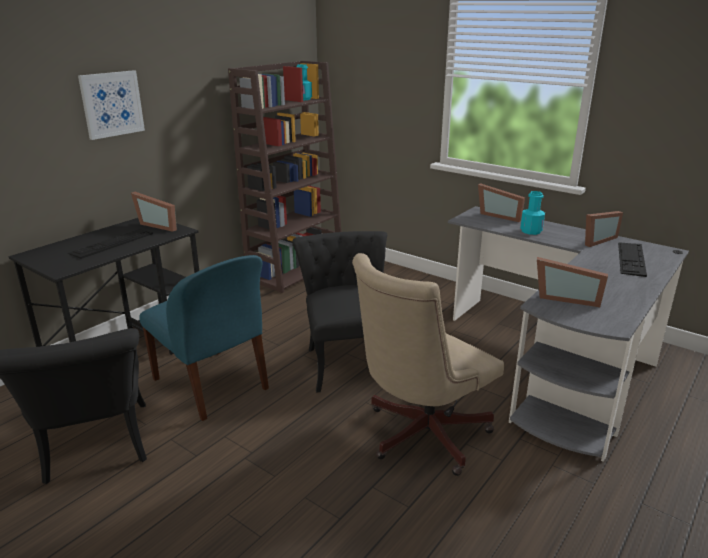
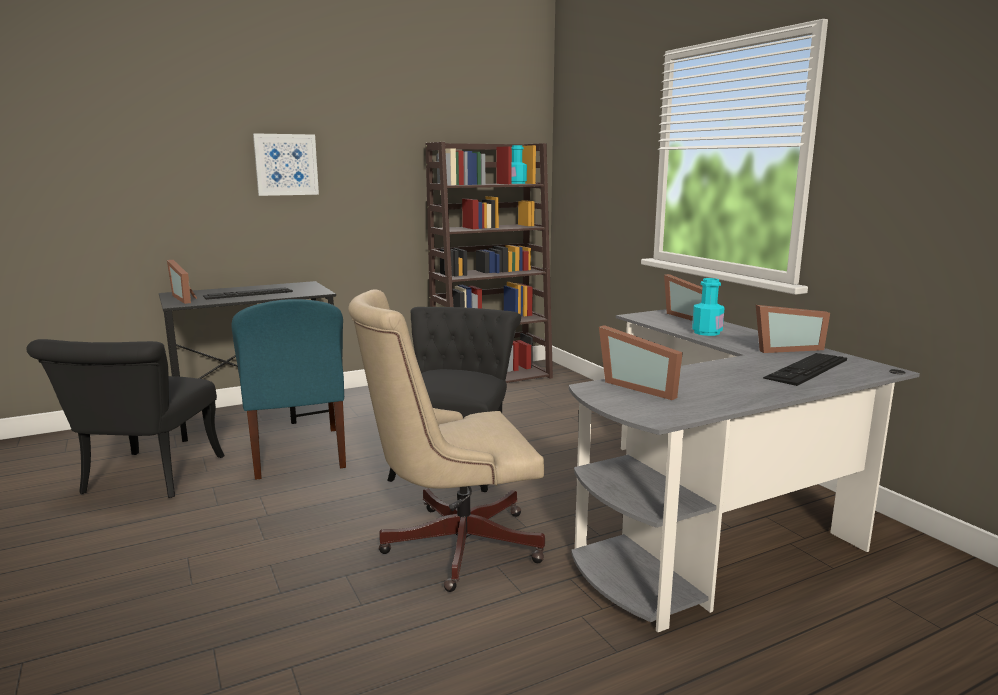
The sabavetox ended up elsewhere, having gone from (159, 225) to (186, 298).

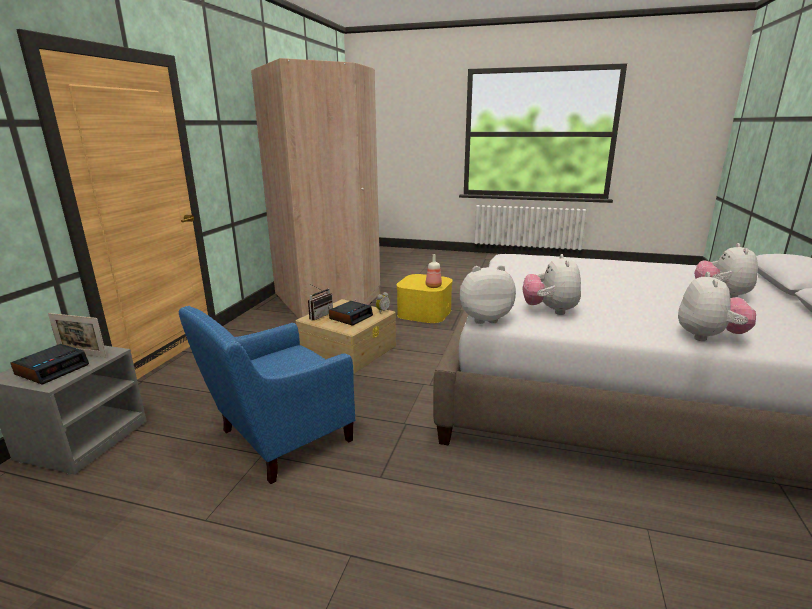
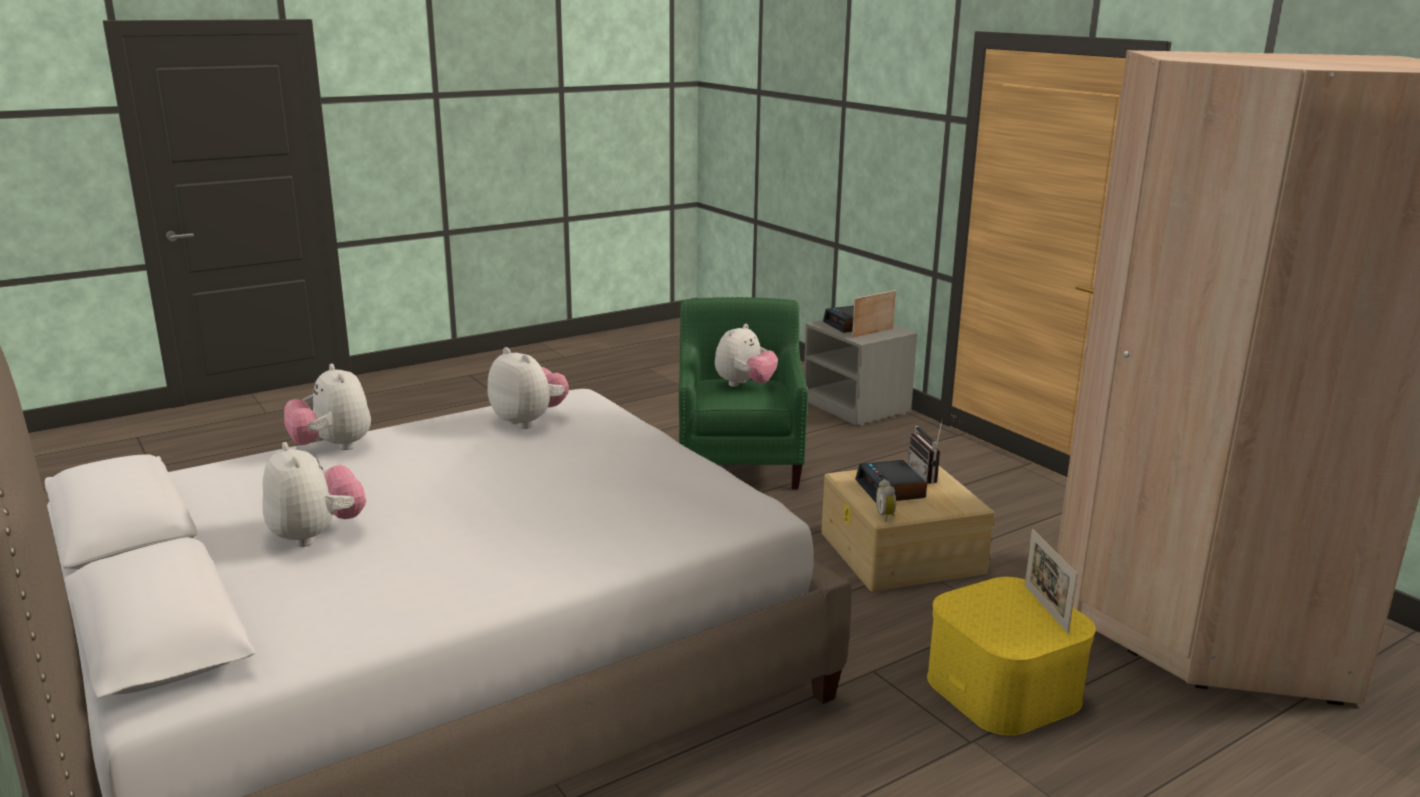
The second view lost the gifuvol at (433, 286).
The second view gained the sabavetox at (1045, 608).
The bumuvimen ended up elsewhere, having gone from (484, 318) to (744, 385).
What was the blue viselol at (277, 439) turned into the green viselol at (740, 463).

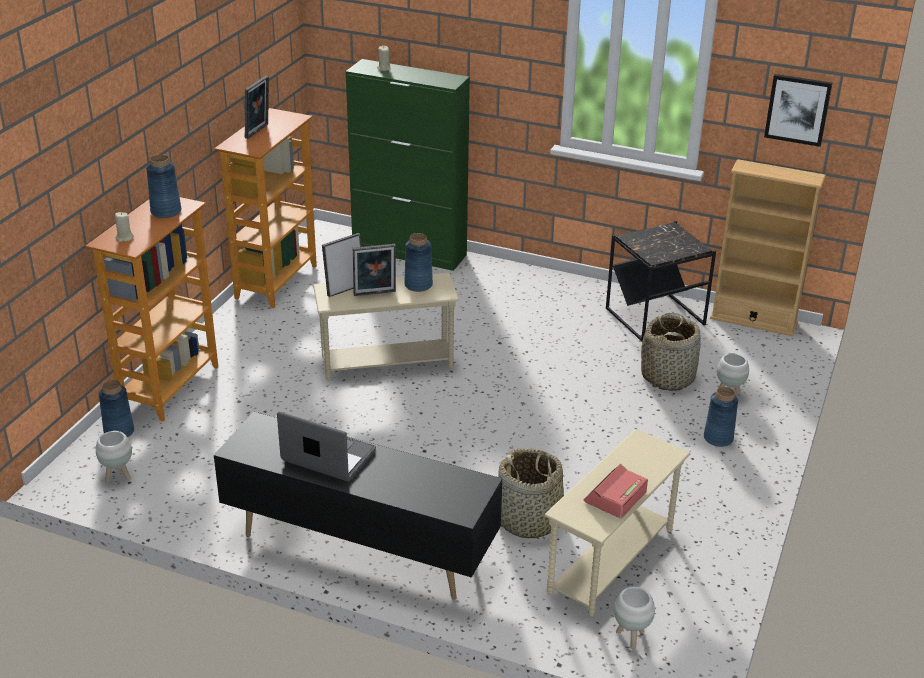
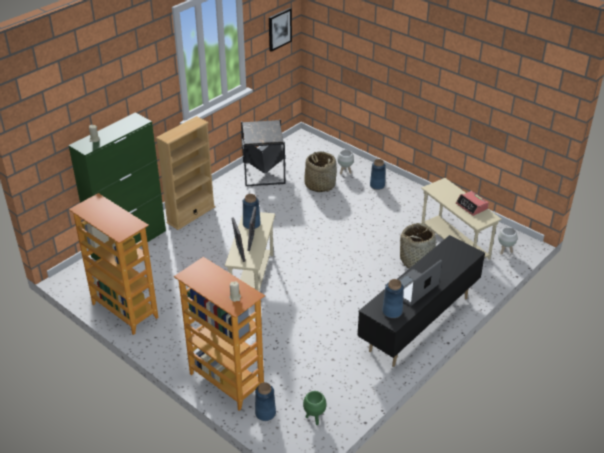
The second view lost the sabavetox at (258, 131).
The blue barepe ended up elsewhere, having gone from (166, 212) to (392, 311).
The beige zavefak ended up elsewhere, having gone from (753, 320) to (191, 215).
What was the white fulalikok at (118, 476) turned into the green fulalikok at (314, 418).

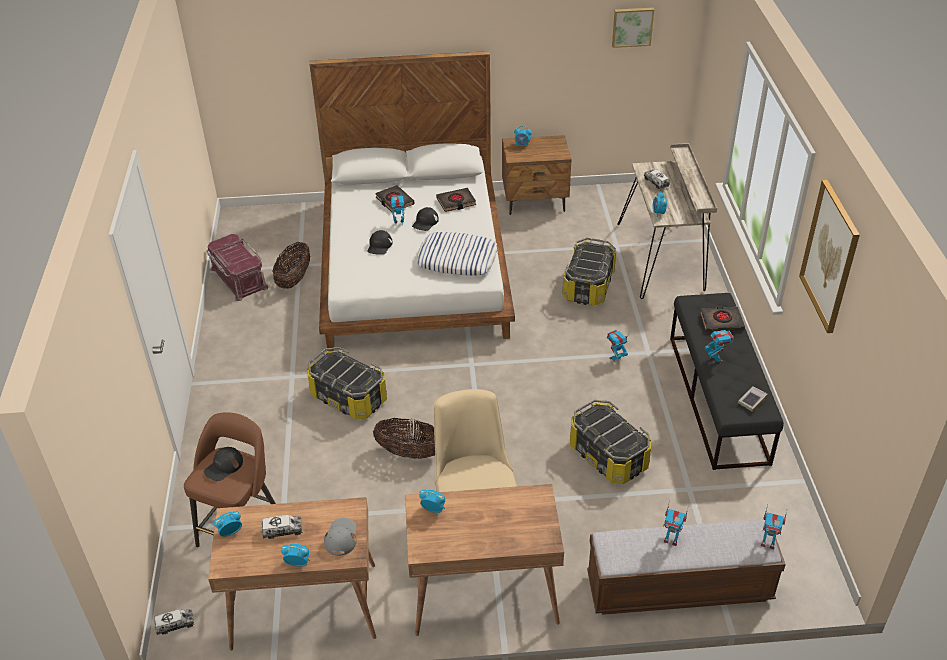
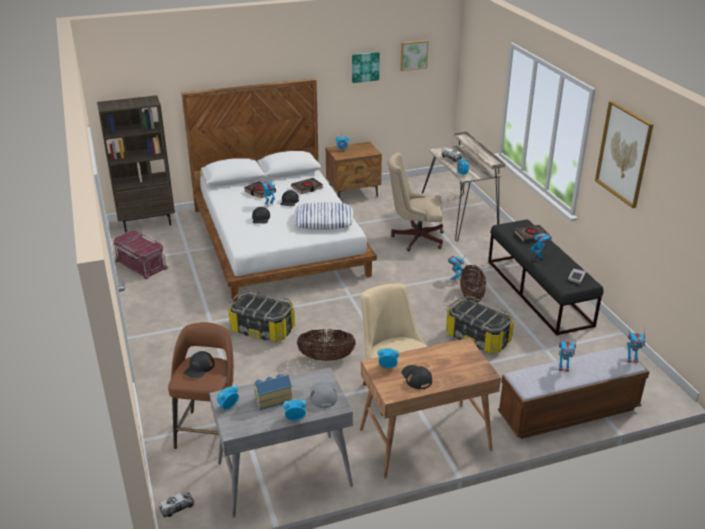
The second view gained the brown zavefak at (147, 223).
The second view gained the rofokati at (365, 67).
The second view gained the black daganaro at (416, 378).
The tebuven ended up elsewhere, having gone from (294, 279) to (471, 296).
Where the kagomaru stood at (282, 530), the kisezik came to stand at (272, 399).
Where the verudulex stood at (588, 286), the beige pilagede came to stand at (414, 238).
What was the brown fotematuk at (304, 607) turned into the grey fotematuk at (283, 475).

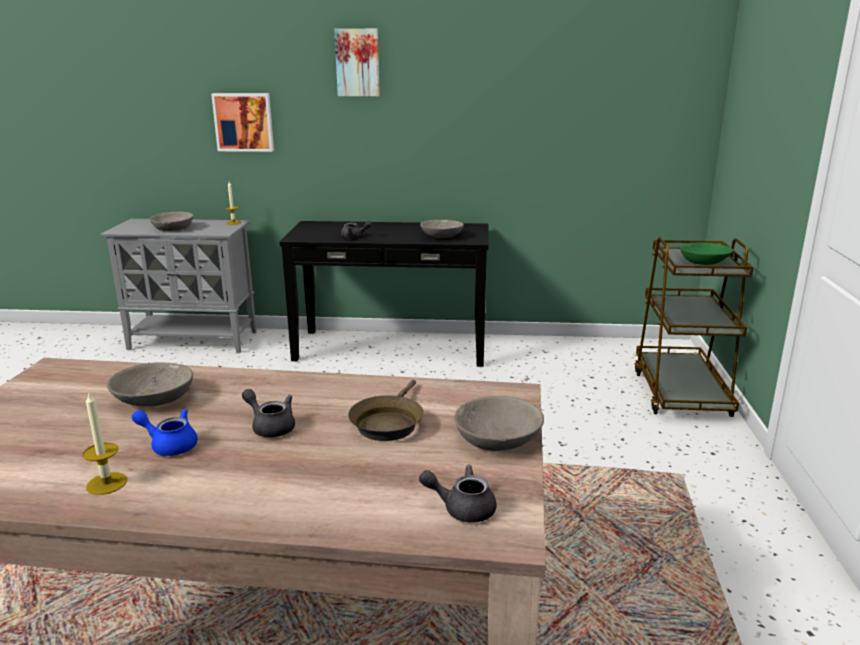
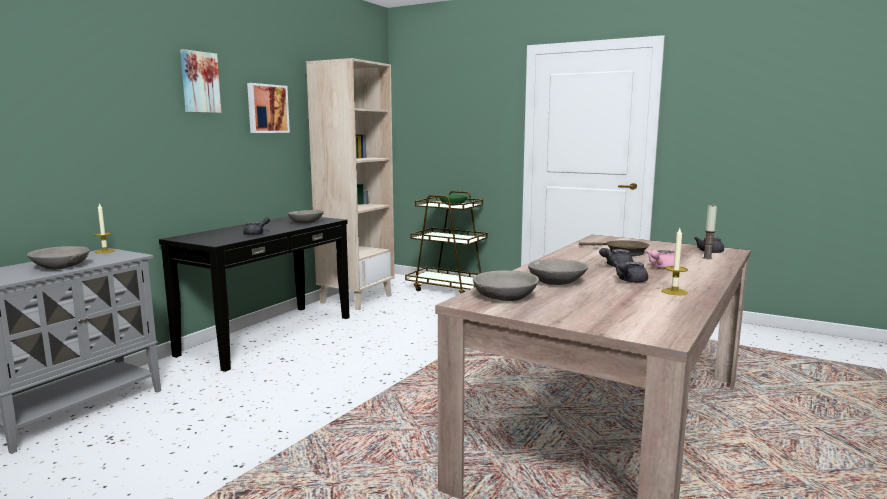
The second view gained the beige zavefak at (356, 299).
The second view gained the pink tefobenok at (661, 267).
The second view gained the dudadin at (707, 258).
The rofokati ended up elsewhere, having gone from (244, 122) to (267, 108).
The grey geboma ended up elsewhere, having gone from (497, 439) to (505, 297).
What was the blue tefobenok at (170, 445) turned into the grey tefobenok at (629, 281).

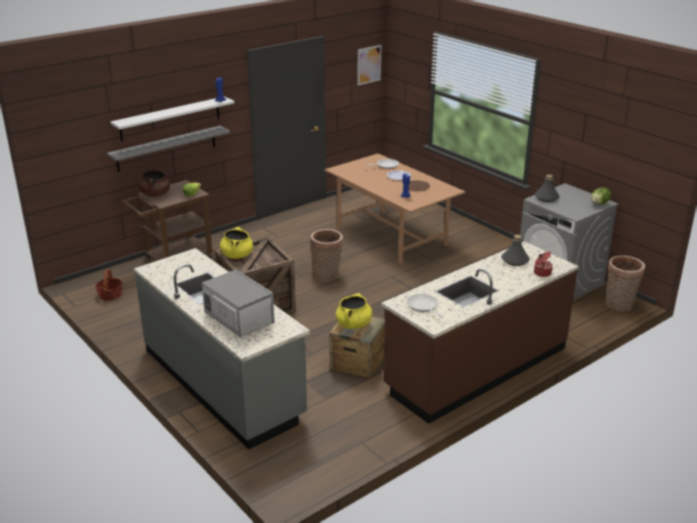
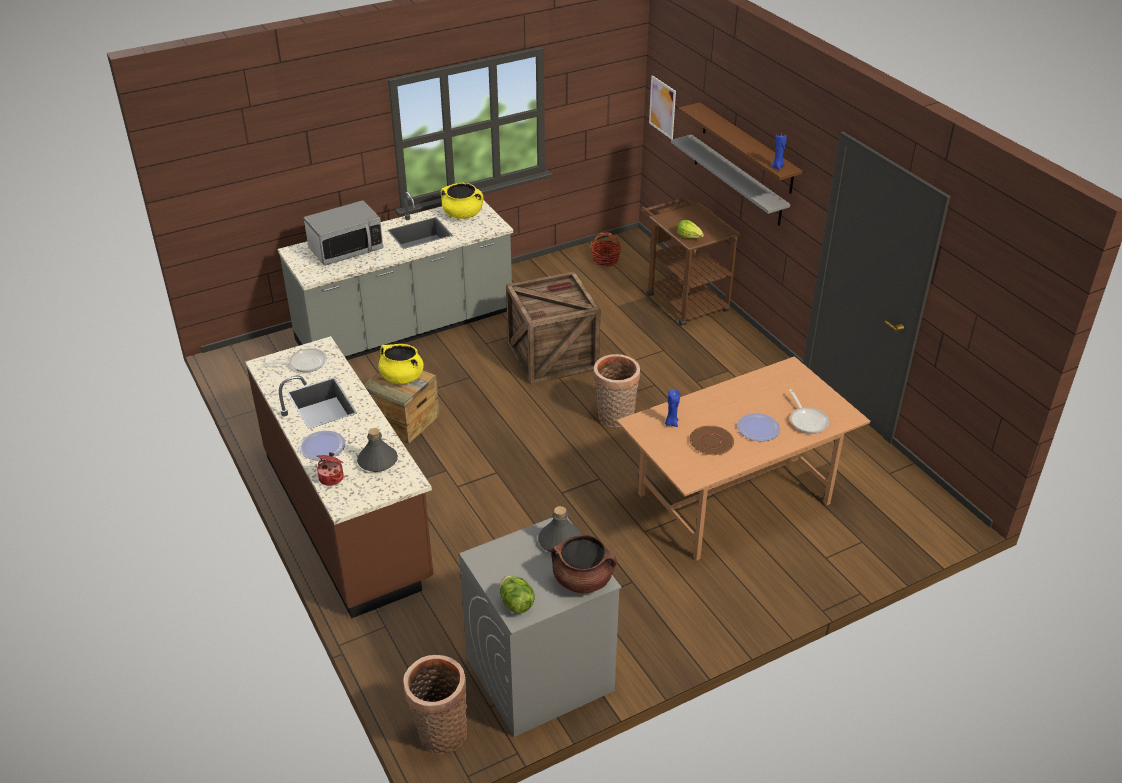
The second view gained the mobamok at (322, 446).
The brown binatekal ended up elsewhere, having gone from (155, 194) to (583, 580).
The yellow binatekal ended up elsewhere, having gone from (237, 255) to (463, 214).
The rofokati ended up elsewhere, having gone from (369, 65) to (662, 107).
What was the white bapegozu at (170, 118) turned into the brown bapegozu at (747, 148).

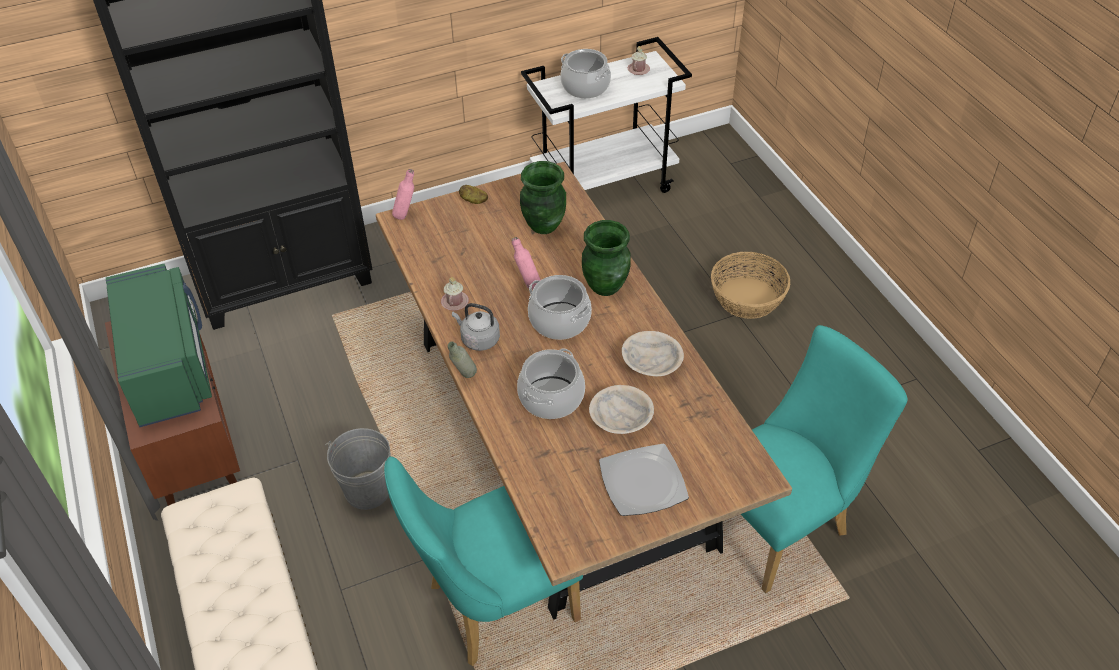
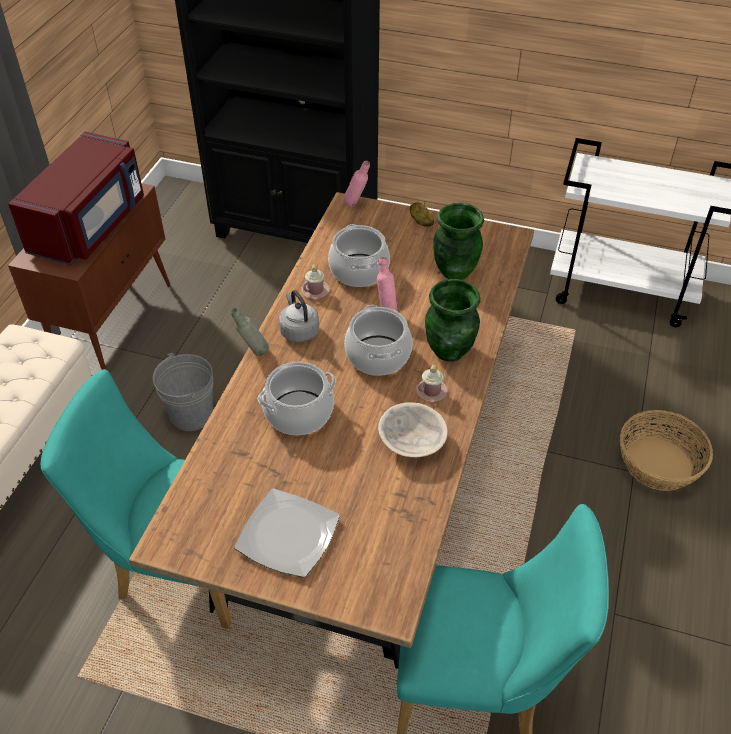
The second view lost the beige geboma at (621, 420).
The binatekal ended up elsewhere, having gone from (585, 87) to (359, 270).
The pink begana ended up elsewhere, having gone from (638, 69) to (431, 391).
What was the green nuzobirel at (169, 367) turned into the red nuzobirel at (91, 225).

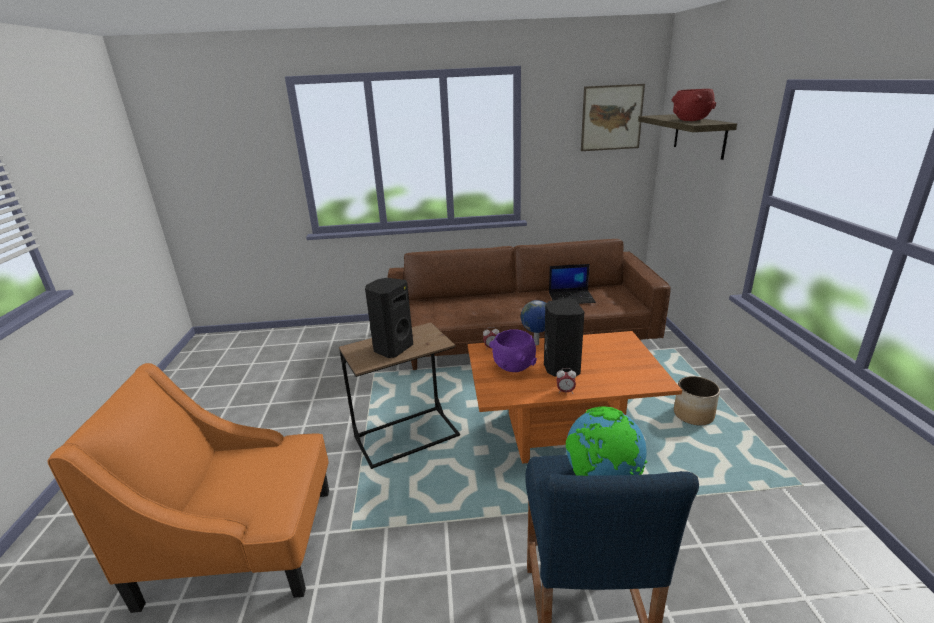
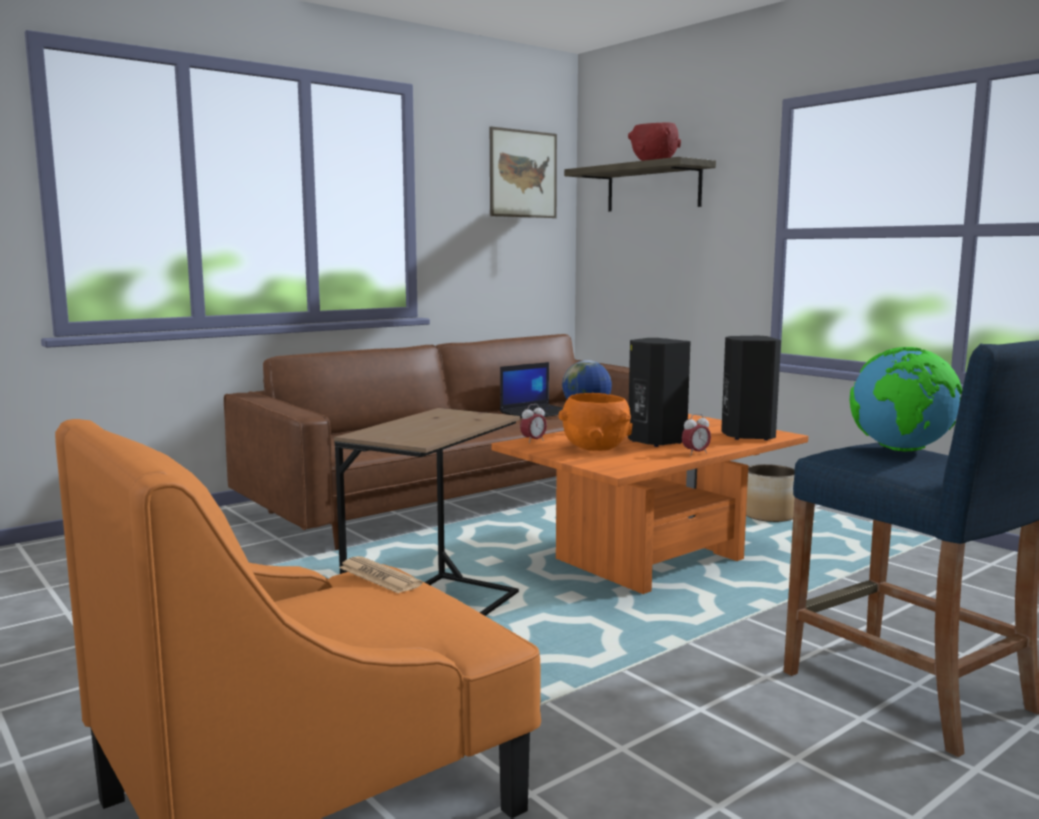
The second view gained the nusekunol at (379, 576).
The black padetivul ended up elsewhere, having gone from (392, 348) to (746, 436).
What was the purple geboma at (513, 367) turned into the orange geboma at (595, 448).

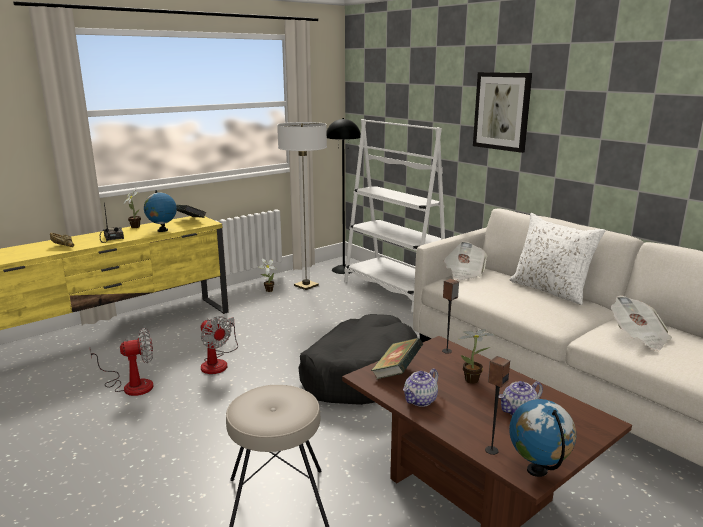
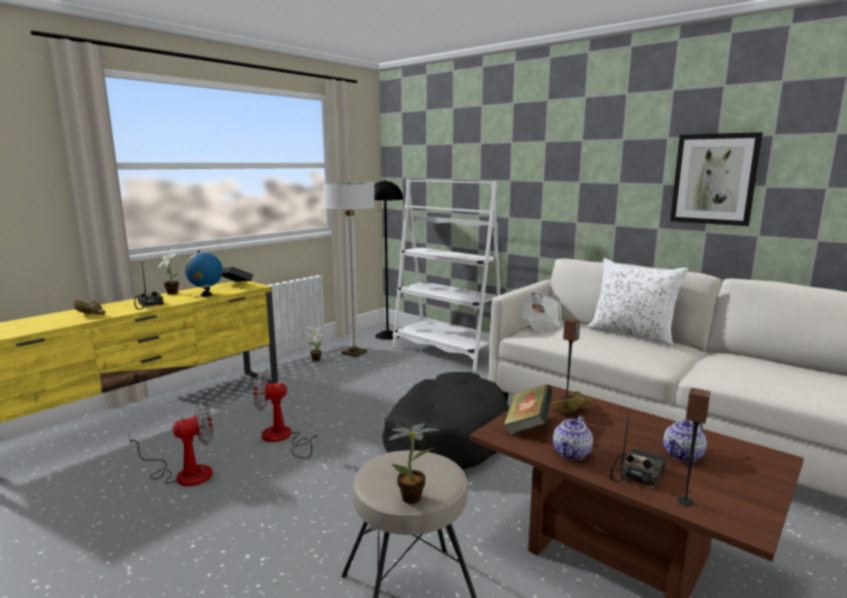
The second view lost the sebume at (537, 470).
The second view lost the nusekunol at (638, 337).
The second view gained the brown geboma at (571, 410).
The second view gained the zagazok at (637, 474).
The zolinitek ended up elsewhere, having gone from (474, 380) to (415, 498).
The rofokati ended up elsewhere, having gone from (502, 111) to (714, 179).
The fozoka at (218, 362) ended up facing another way, 135 degrees clockwise from before.

